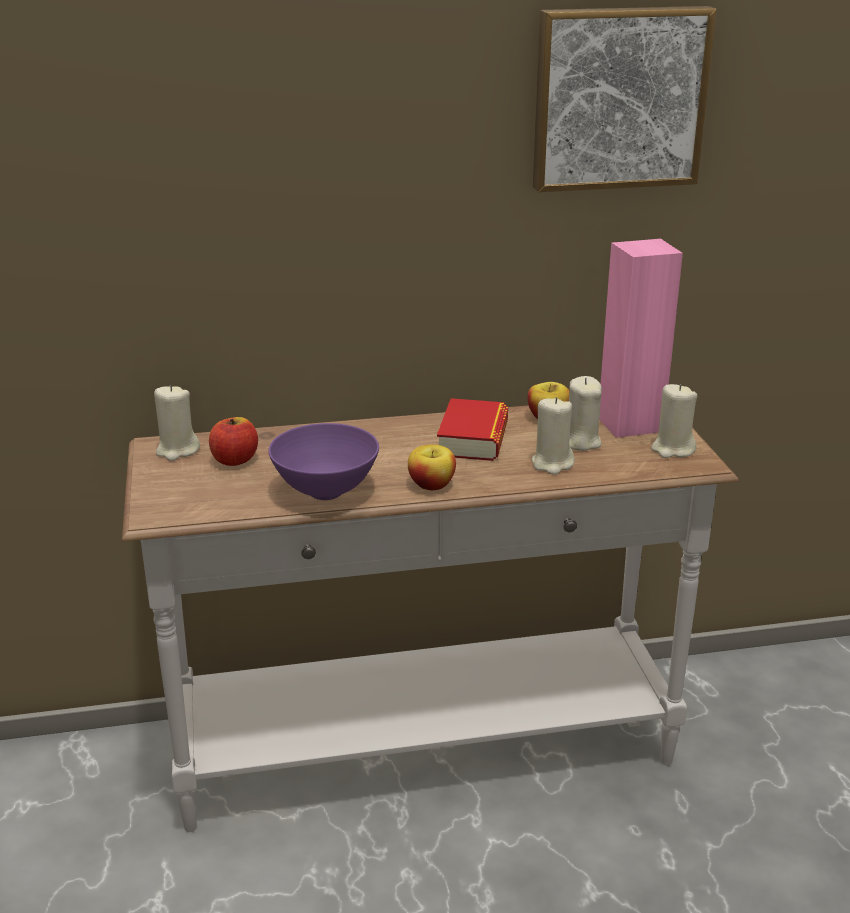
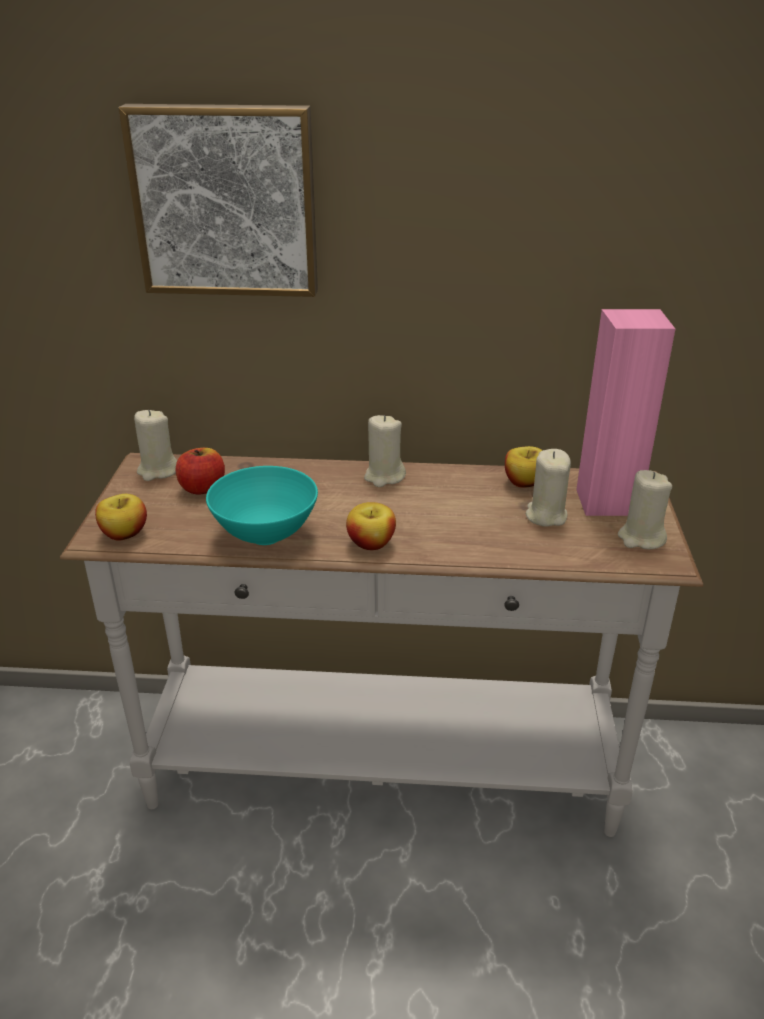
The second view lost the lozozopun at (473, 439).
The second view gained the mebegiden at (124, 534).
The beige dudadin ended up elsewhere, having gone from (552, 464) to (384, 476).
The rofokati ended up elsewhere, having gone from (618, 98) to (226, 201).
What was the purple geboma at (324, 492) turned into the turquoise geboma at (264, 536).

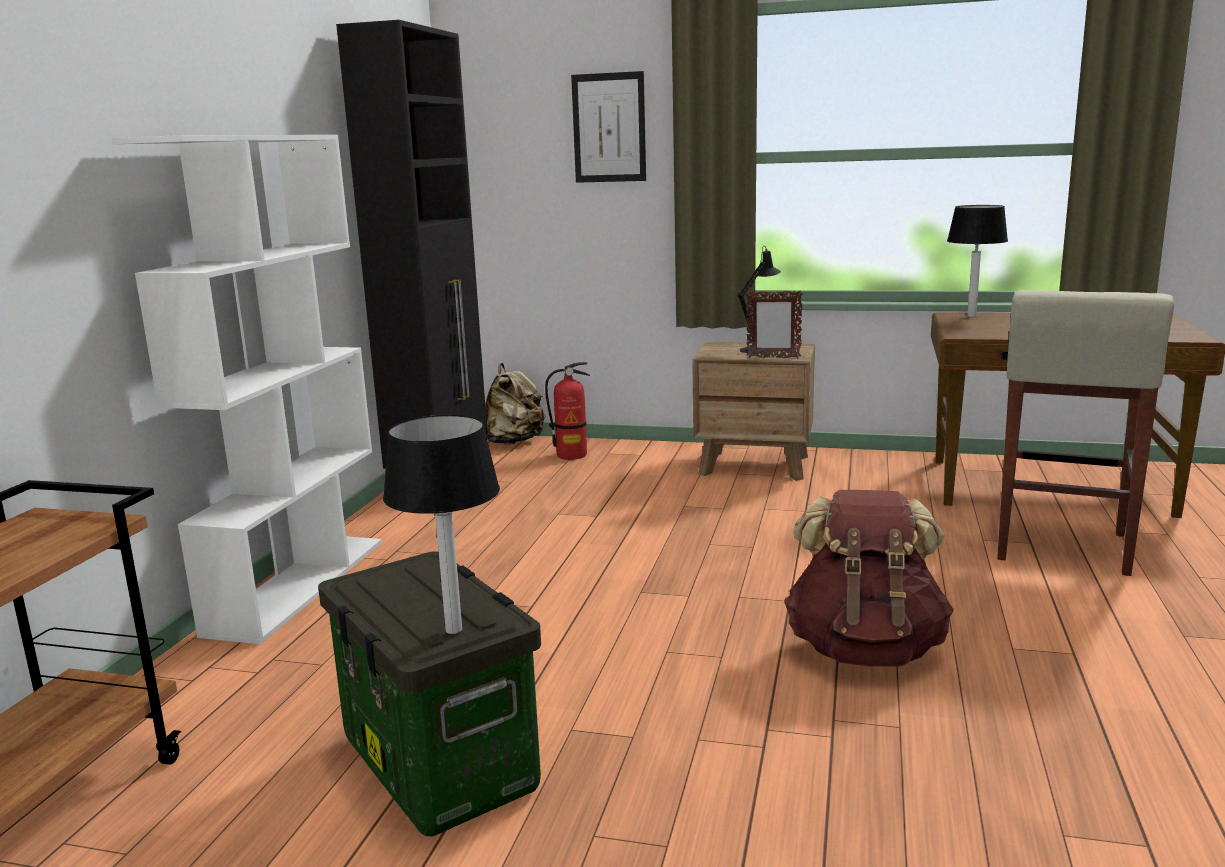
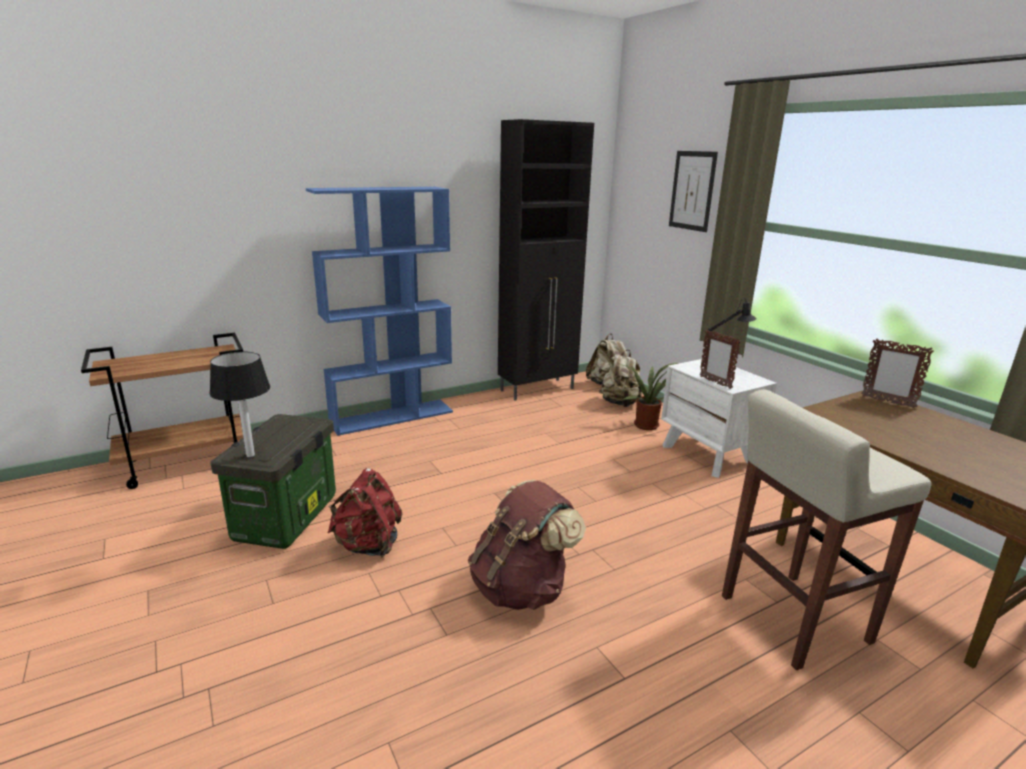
The second view gained the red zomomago at (368, 545).
The second view gained the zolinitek at (647, 424).
Where the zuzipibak stood at (572, 455), the beige zomomago came to stand at (620, 403).
Where the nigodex stood at (971, 316), the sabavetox came to stand at (887, 402).
What was the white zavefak at (298, 584) turned into the blue zavefak at (392, 416).
What was the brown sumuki at (755, 465) turned into the white sumuki at (708, 455).

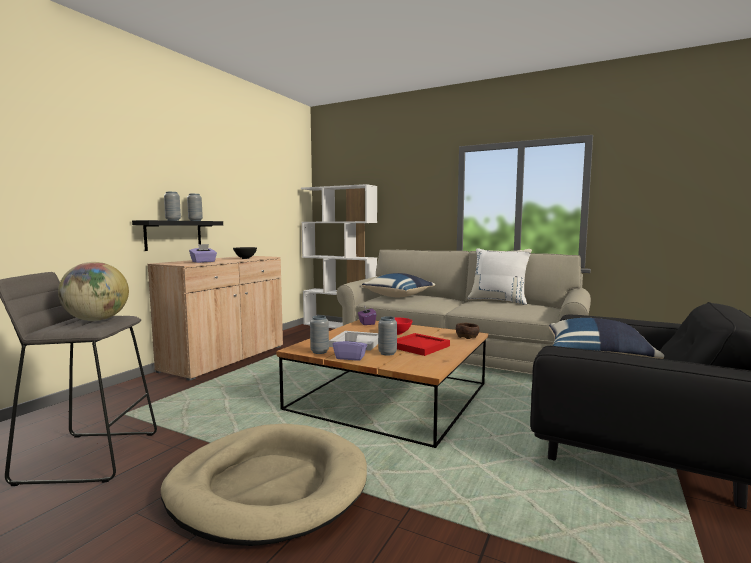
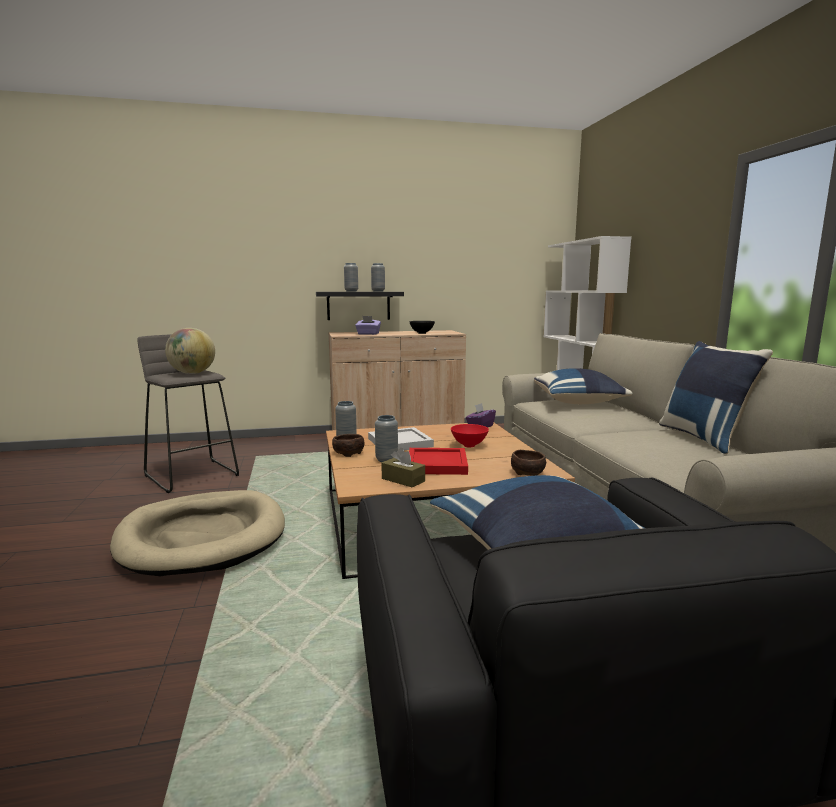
The second view gained the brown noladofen at (403, 480).
Where the purple noladofen stood at (350, 357), the brown geboma came to stand at (348, 453).
What was the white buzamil at (498, 301) turned into the blue buzamil at (705, 438).

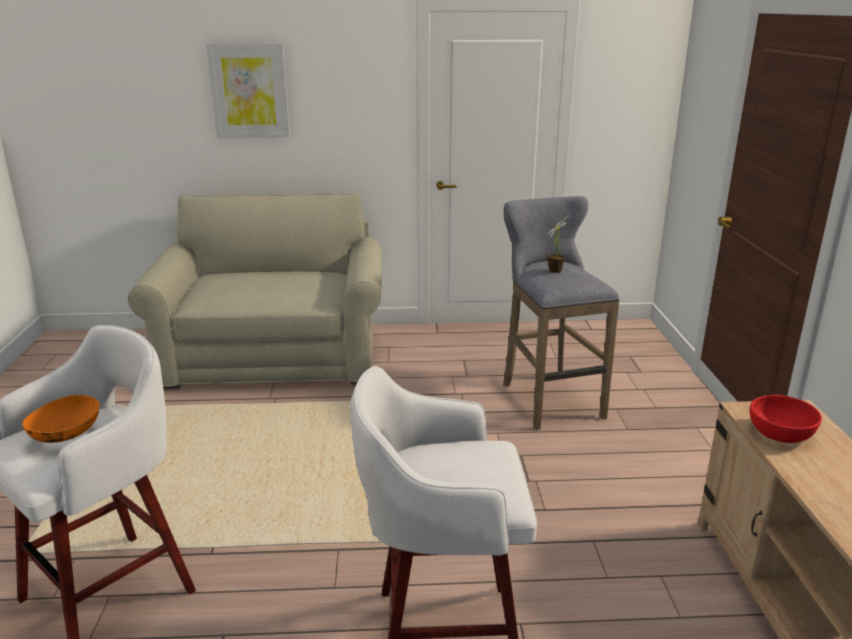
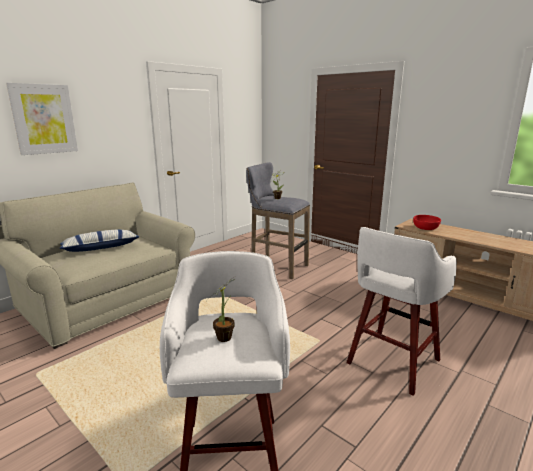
The second view gained the buzamil at (101, 248).
Where the orange geboma stood at (67, 436), the zolinitek came to stand at (226, 336).

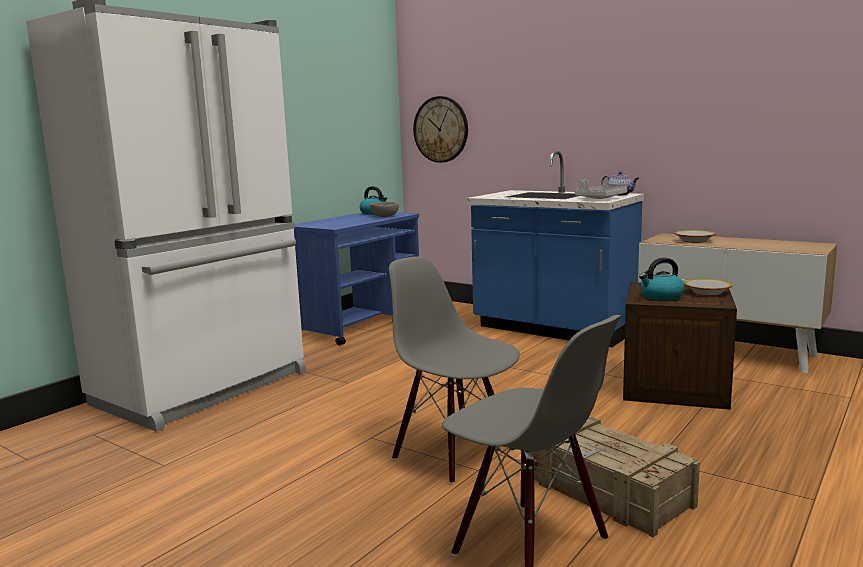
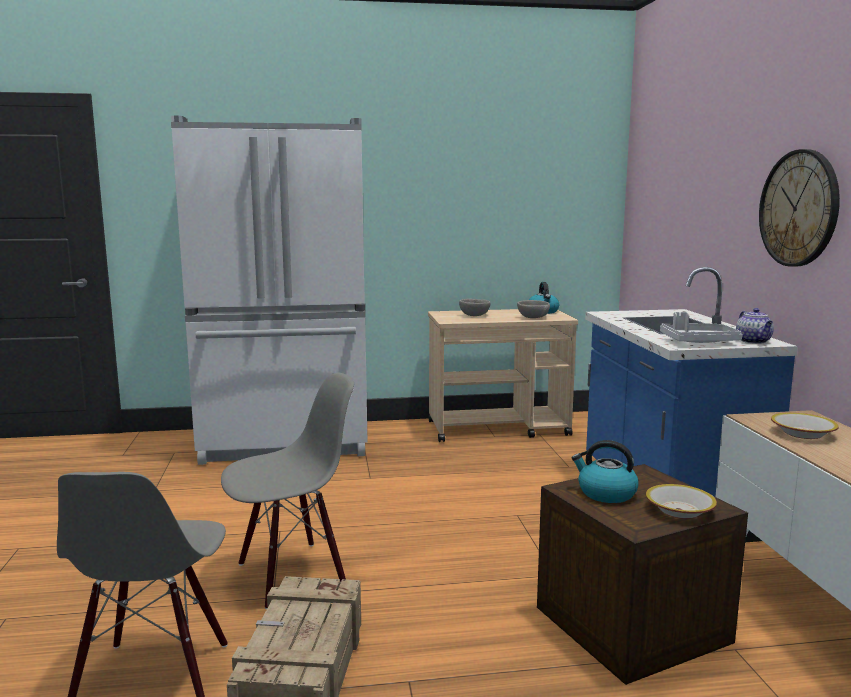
The second view gained the grey geboma at (473, 315).
The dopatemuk ended up elsewhere, having gone from (441, 129) to (799, 208).
What was the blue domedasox at (361, 325) turned into the beige domedasox at (499, 428).
The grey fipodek at (455, 453) ended up facing another way, 60 degrees clockwise from before.

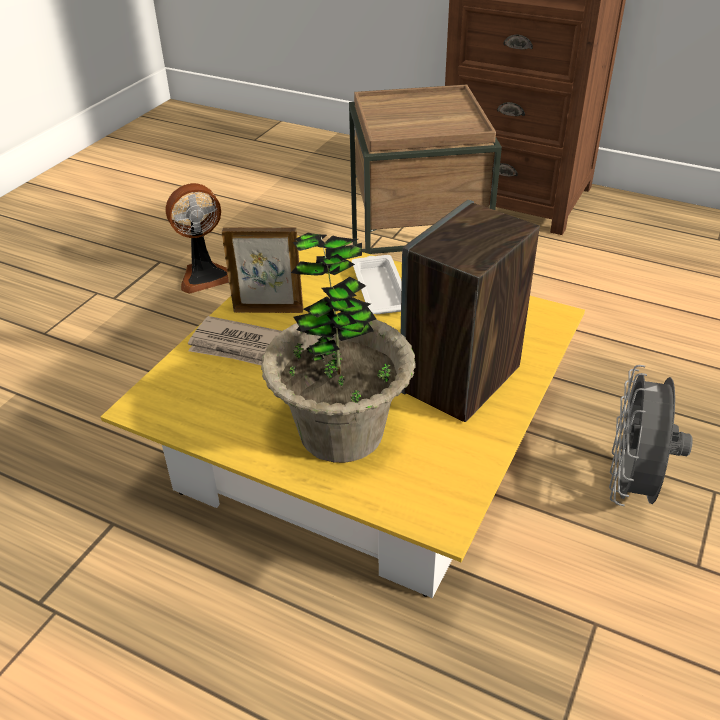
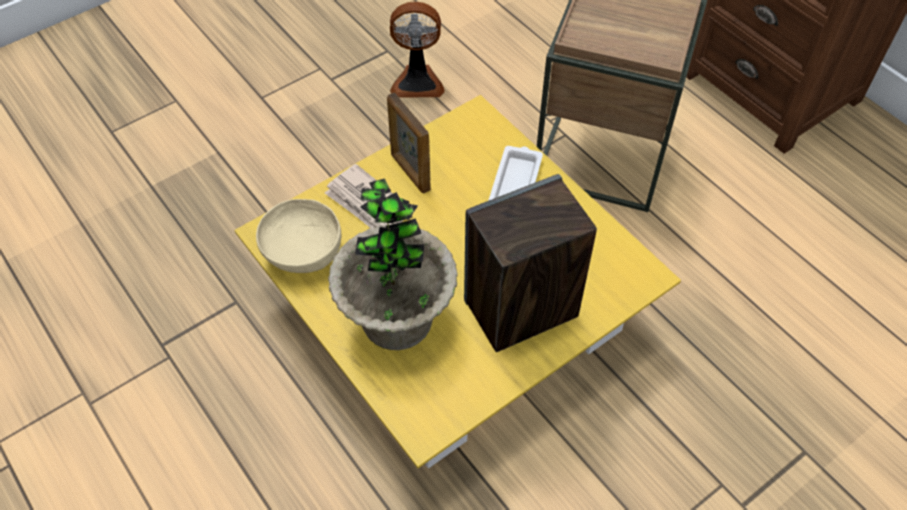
The second view lost the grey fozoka at (632, 486).
The second view gained the beige geboma at (302, 252).
The sabavetox at (268, 309) ended up facing another way, 150 degrees counterclockwise from before.

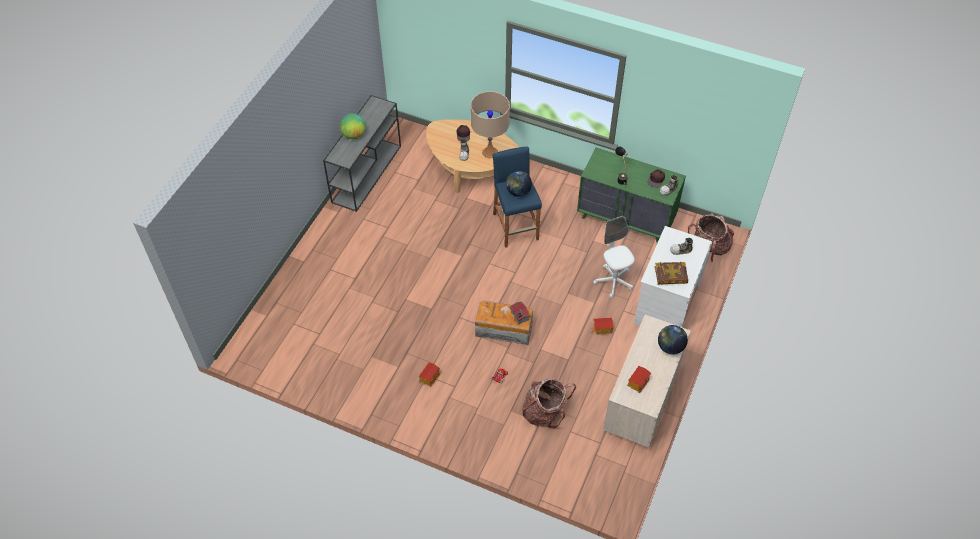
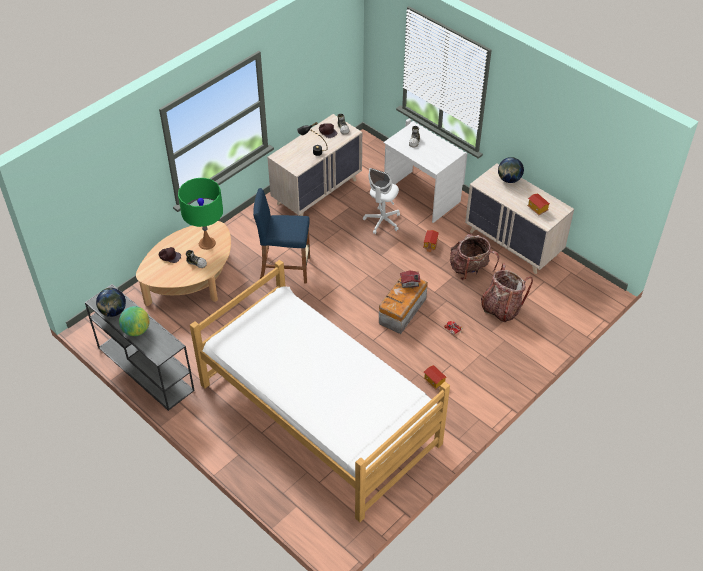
The second view lost the lozozopun at (671, 275).
The second view gained the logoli at (318, 414).
The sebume ended up elsewhere, having gone from (518, 192) to (113, 311).
The zomomago ended up elsewhere, having gone from (709, 247) to (470, 269).
What was the beige nigodex at (490, 152) turned into the green nigodex at (207, 243).
What was the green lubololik at (626, 218) turned into the beige lubololik at (317, 191).
The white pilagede at (613, 281) ended up facing another way, 60 degrees counterclockwise from before.

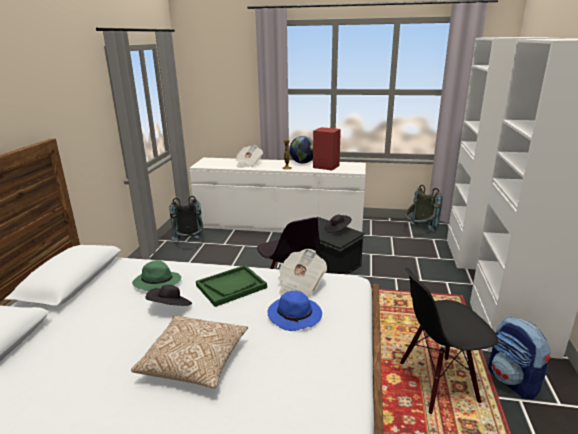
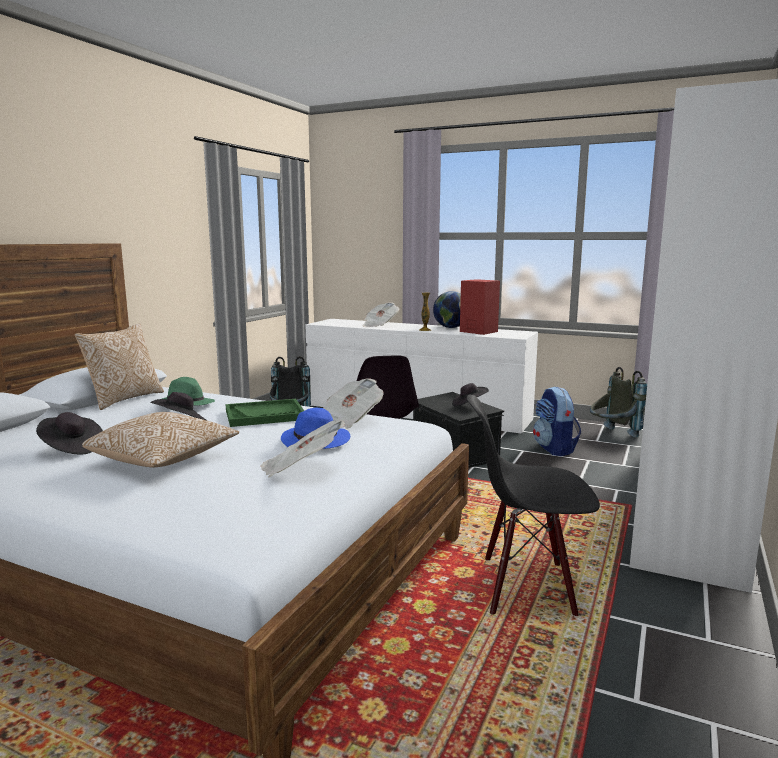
The second view gained the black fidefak at (71, 448).
The second view gained the buzamil at (124, 399).
The second view gained the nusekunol at (301, 470).
The zomomago ended up elsewhere, having gone from (513, 381) to (554, 449).

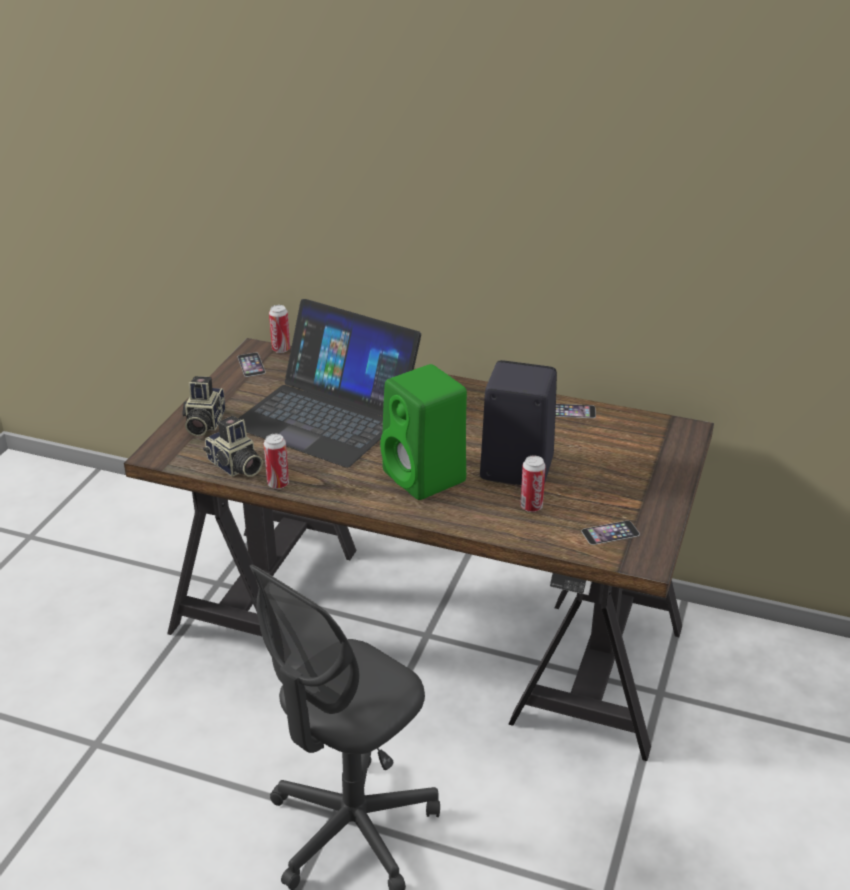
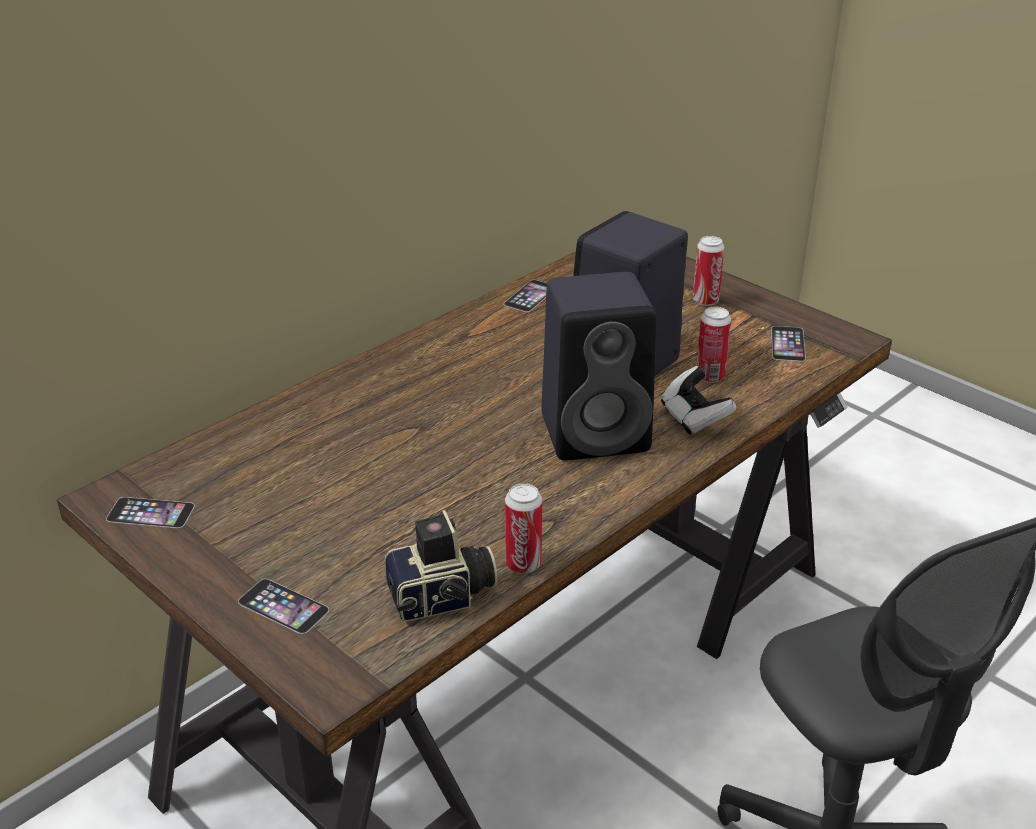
The second view lost the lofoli at (326, 415).
The second view gained the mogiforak at (694, 418).
The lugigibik ended up elsewhere, having gone from (281, 349) to (705, 301).
Where the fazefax stood at (203, 423), the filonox came to stand at (283, 606).
What was the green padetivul at (426, 478) turned into the black padetivul at (598, 432).

